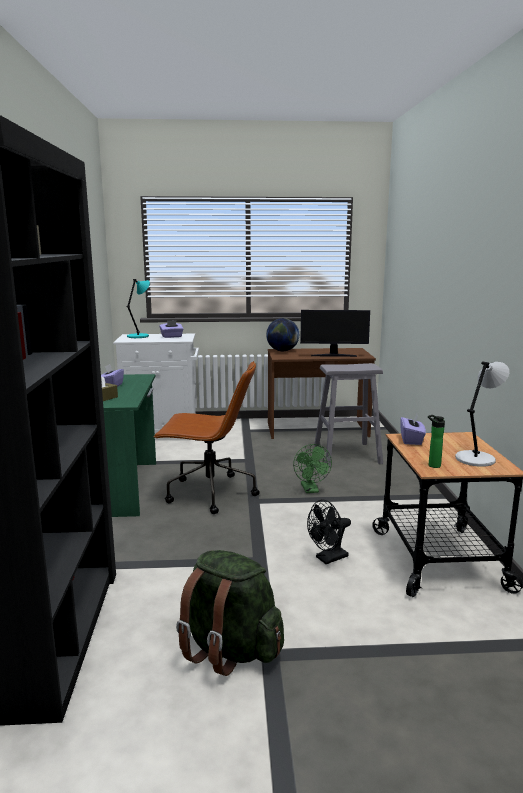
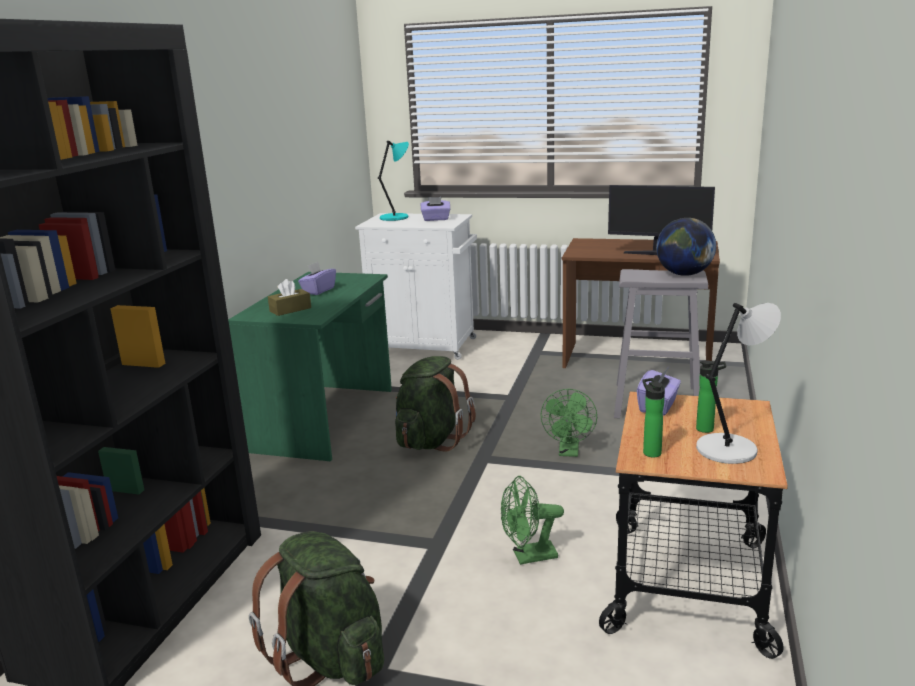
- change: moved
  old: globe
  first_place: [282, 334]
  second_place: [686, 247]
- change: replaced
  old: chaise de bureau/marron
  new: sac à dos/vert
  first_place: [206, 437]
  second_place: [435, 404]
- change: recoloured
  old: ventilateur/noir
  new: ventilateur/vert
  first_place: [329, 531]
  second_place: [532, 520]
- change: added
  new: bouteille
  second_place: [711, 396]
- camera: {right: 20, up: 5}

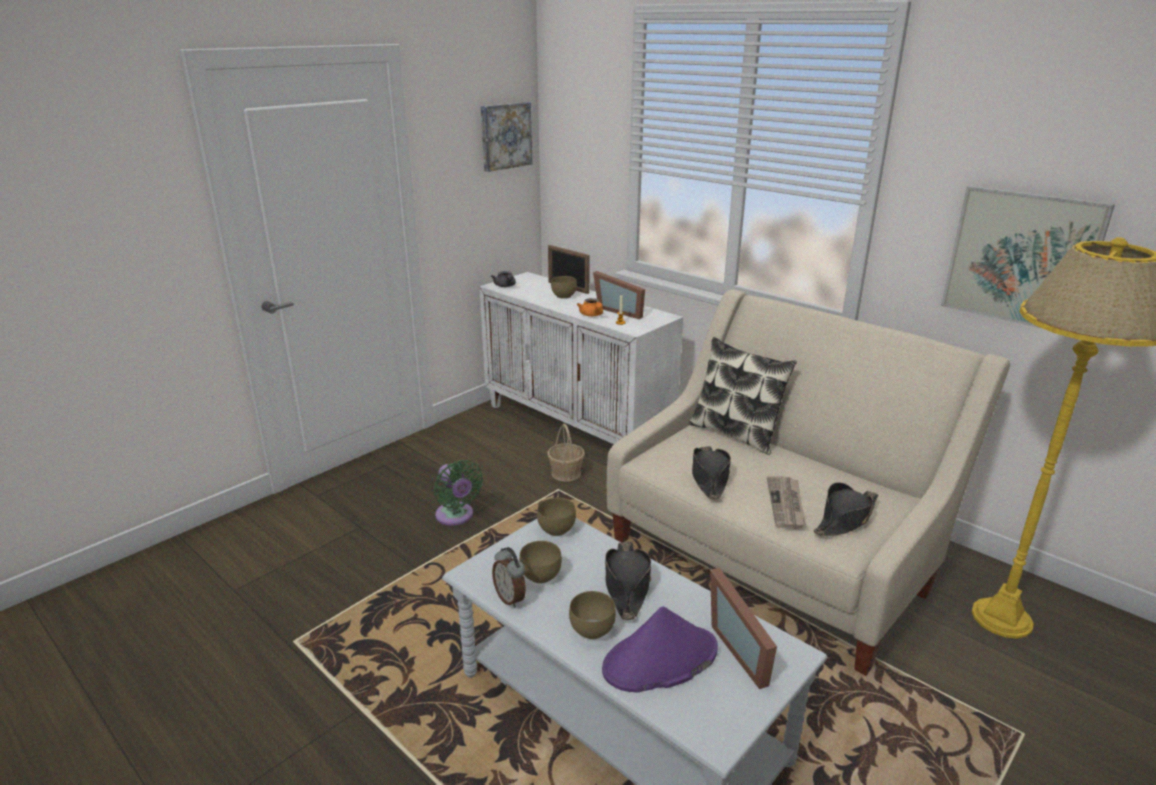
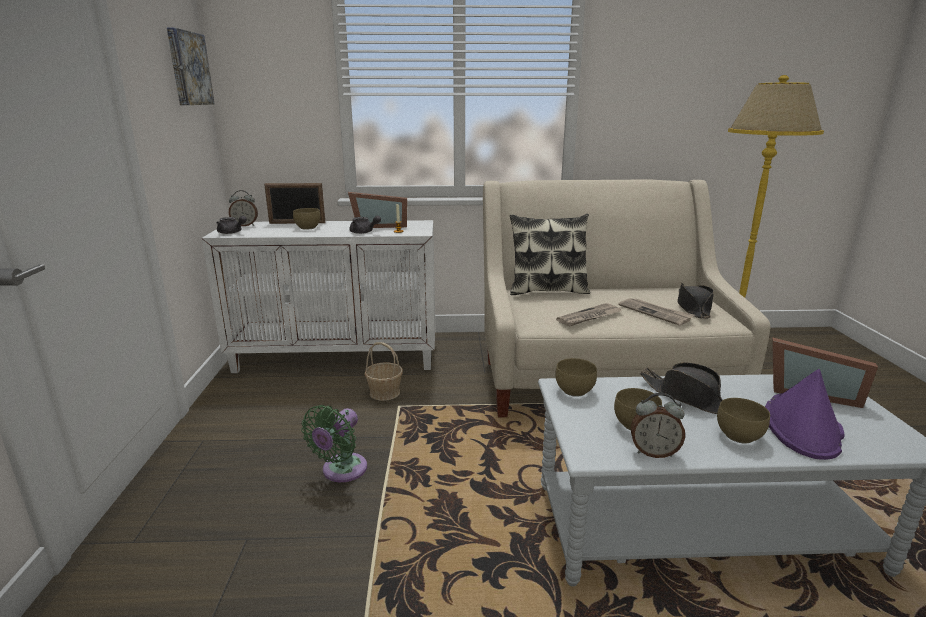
- change: removed
  old: tableau
  first_place: [1028, 257]
- change: recoloured
  old: théière/orange
  new: théière/gris
  first_place: [590, 307]
  second_place: [365, 225]
- change: replaced
  old: chapeau/noir
  new: journal
  first_place: [711, 472]
  second_place: [589, 314]
- change: turned
  old: ventilateur/vert
  first_place: [458, 493]
  second_place: [334, 443]
  degrees: 105
- change: added
  new: réveil
  second_place: [243, 208]
- camera: {right: -45, up: -5}

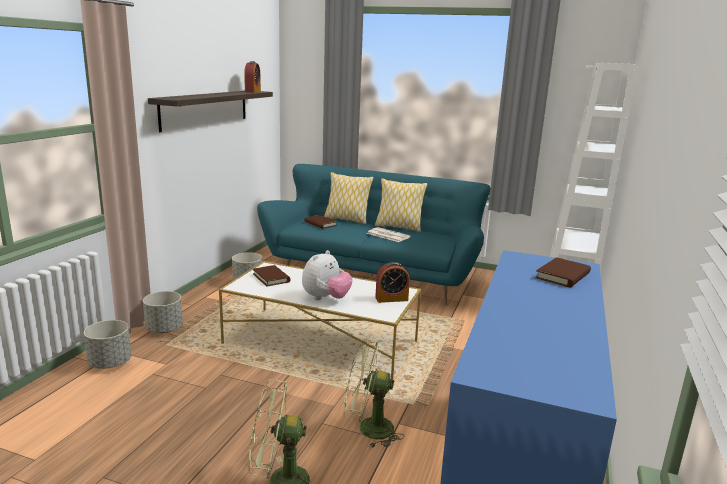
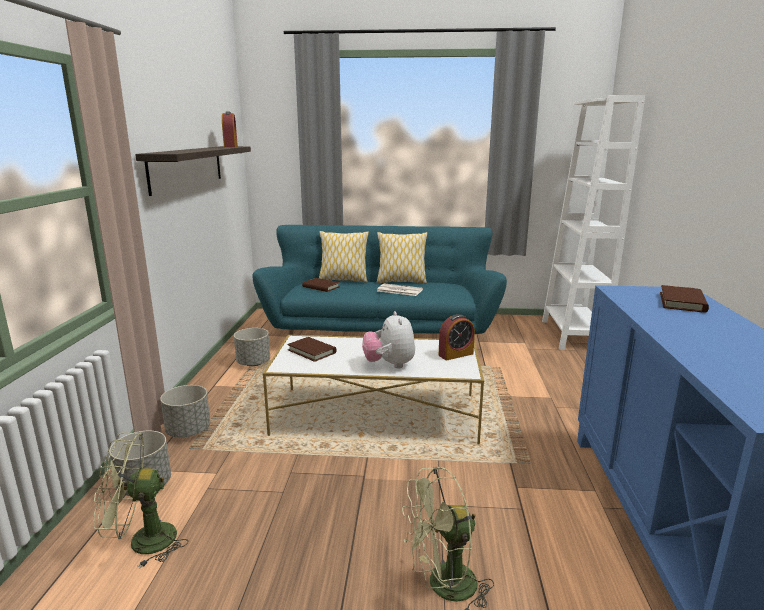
- change: turned
  old: peluche
  first_place: [327, 275]
  second_place: [388, 340]
  degrees: 150
- change: moved
  old: ventilateur/vert
  first_place: [374, 393]
  second_place: [140, 500]
- camera: {right: -15, up: 0}

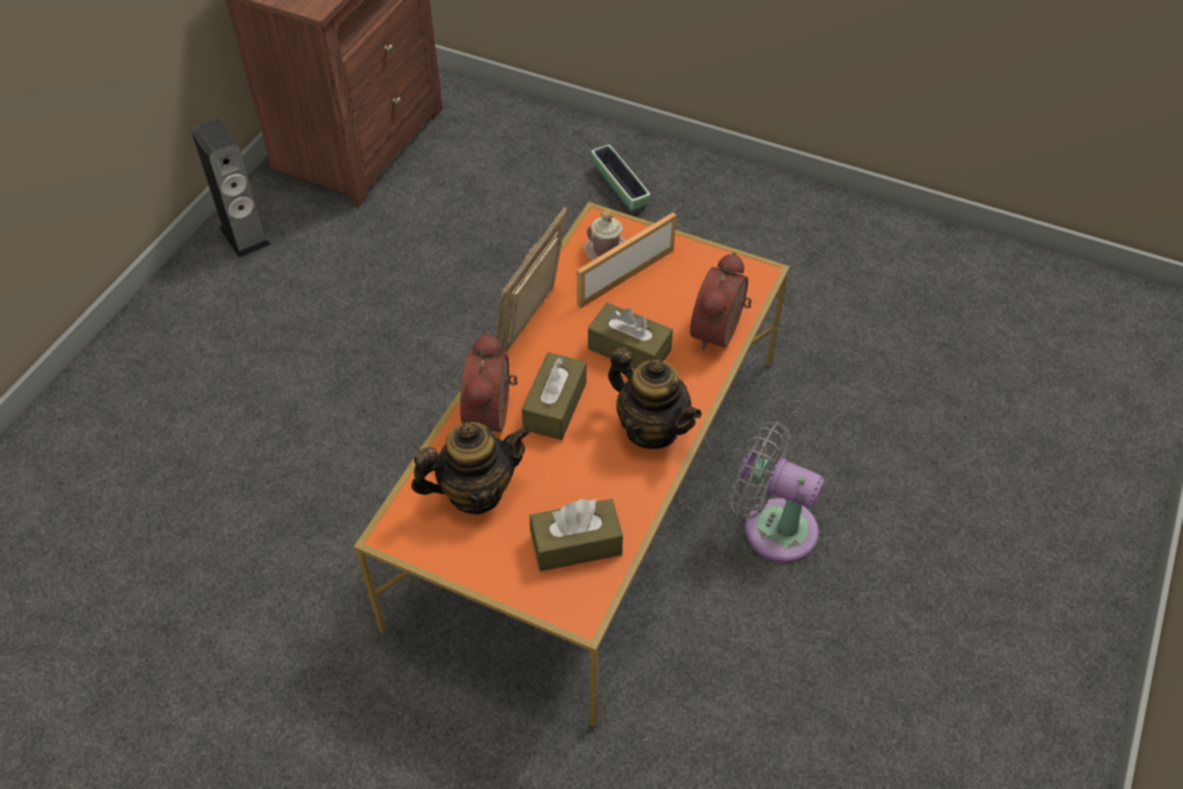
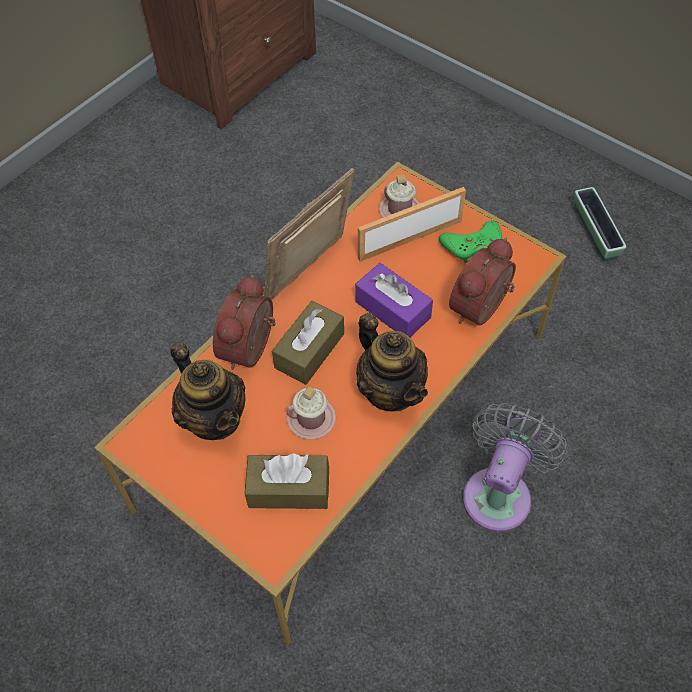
- change: removed
  old: enceinte
  first_place: [231, 188]
- change: moved
  old: cache-pot
  first_place: [620, 179]
  second_place: [600, 224]
- change: recoloured
  old: boîte à mouchoirs/marron
  new: boîte à mouchoirs/violet
  first_place: [630, 336]
  second_place: [394, 300]
- change: turned
  old: ventilateur/gris
  first_place: [778, 492]
  second_place: [515, 467]
  degrees: 75
- change: turned
  old: théière
  first_place: [470, 468]
  second_place: [208, 391]
  degrees: 60
- change: added
  new: manette/vert
  second_place: [470, 242]
- change: added
  new: mug/rose
  second_place: [311, 413]
- camera: {right: 15, up: 5}

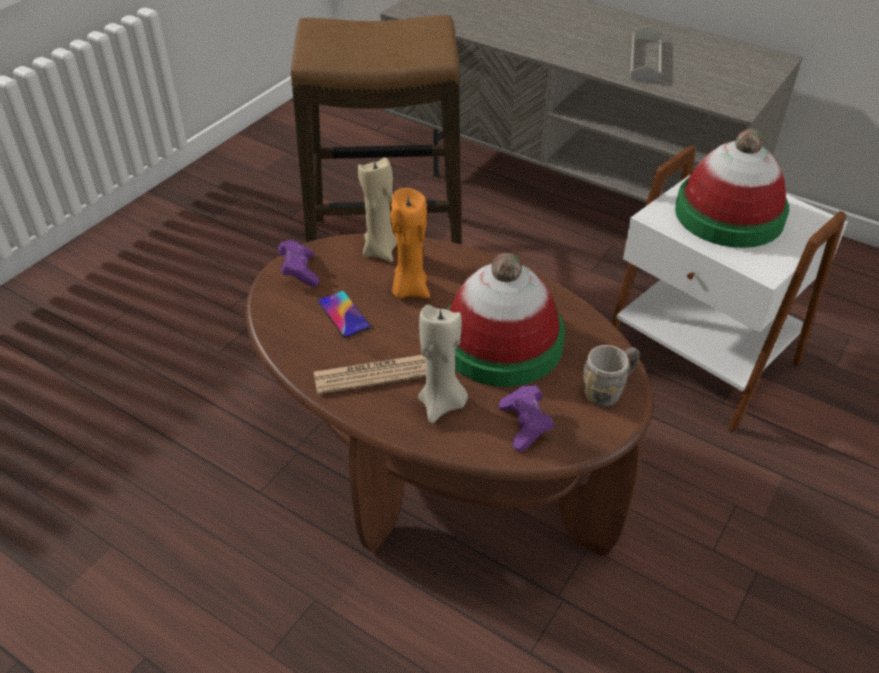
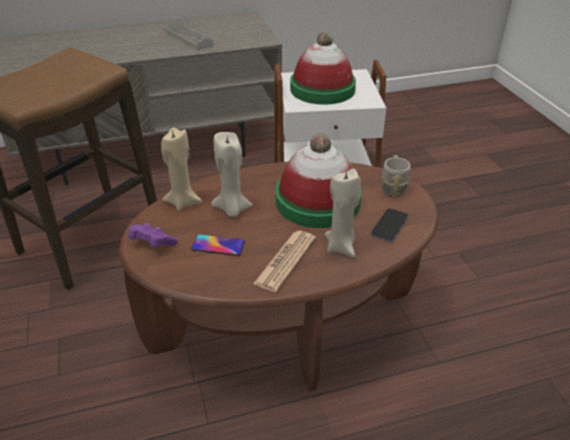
- change: recoloured
  old: bougie/orange
  new: bougie/beige
  first_place: [410, 243]
  second_place: [232, 174]
- change: replaced
  old: manette/violet
  new: téléphone
  first_place: [526, 418]
  second_place: [389, 225]
- camera: {right: -50, up: -5}

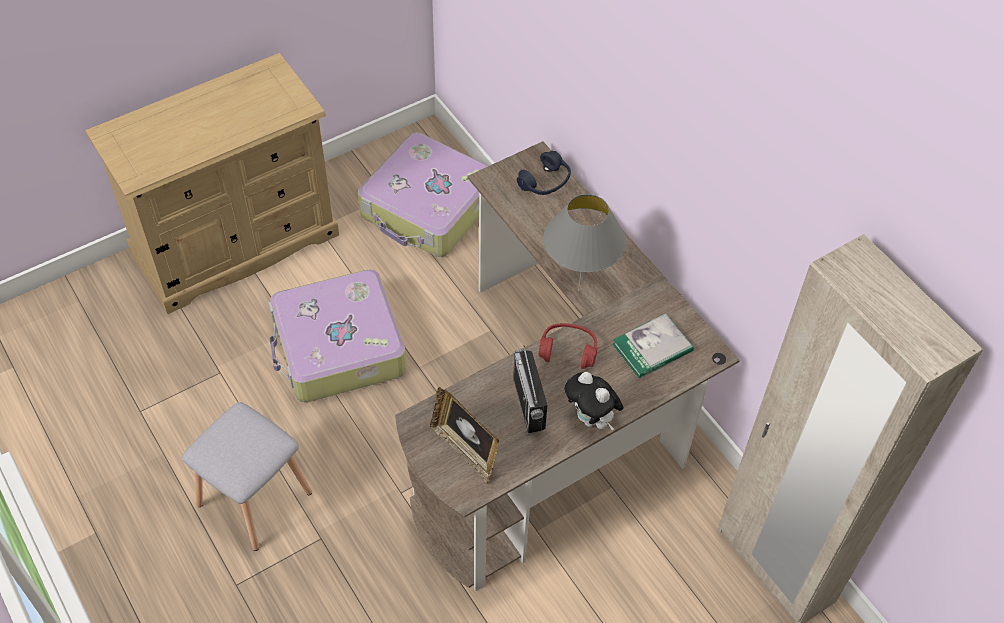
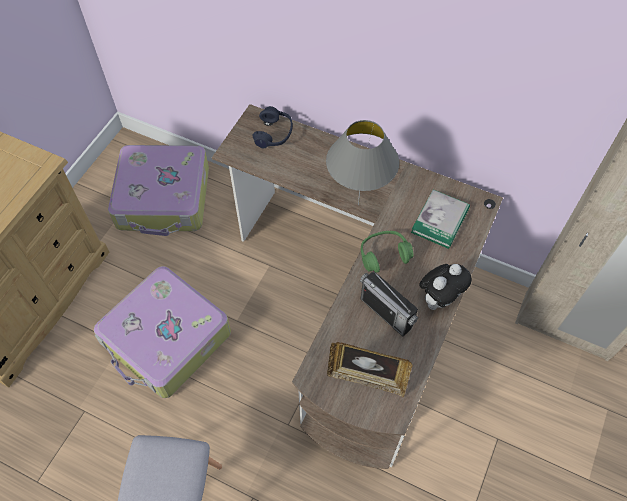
- change: recoloured
  old: casque audio/rouge
  new: casque audio/vert
  first_place: [567, 346]
  second_place: [387, 252]
- change: turned
  old: peluche
  first_place: [594, 401]
  second_place: [445, 287]
  degrees: -60
- camera: {right: -30, up: 5}

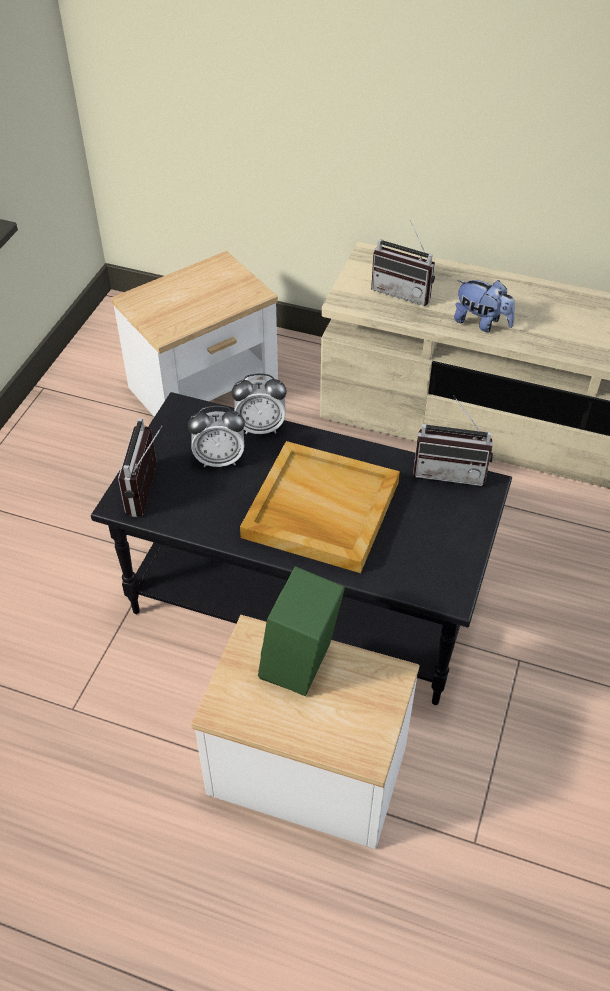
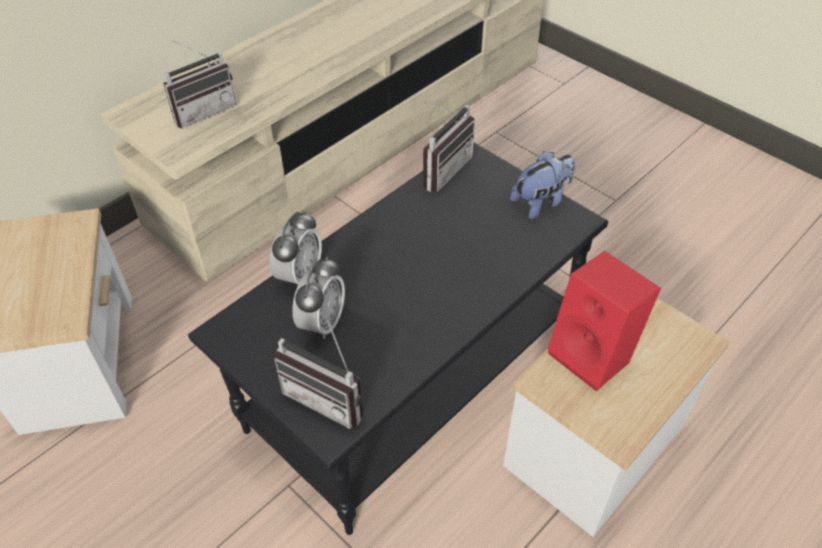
- change: moved
  old: peluche
  first_place: [484, 306]
  second_place: [542, 185]
- change: removed
  old: plateau/beige
  first_place: [320, 507]
- change: recoloured
  old: enceinte/vert
  new: enceinte/rouge
  first_place: [301, 631]
  second_place: [604, 321]
- camera: {right: -65, up: 0}

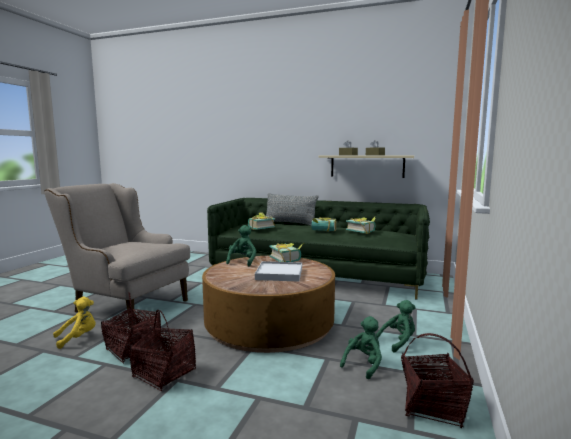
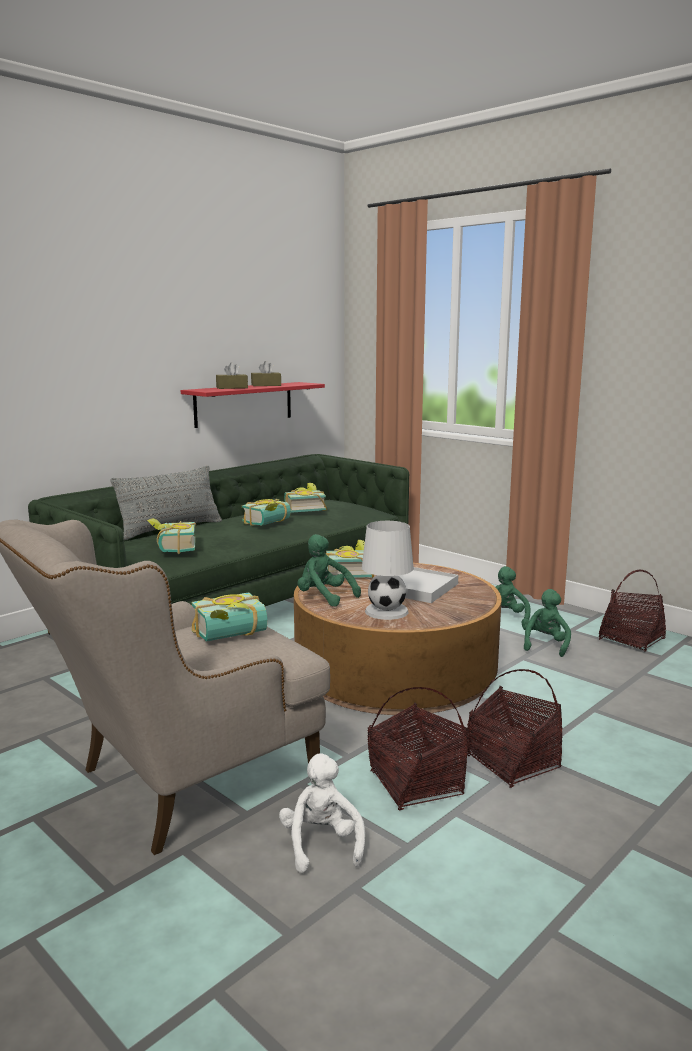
- change: recoloured
  old: étagère/beige
  new: étagère/rouge
  first_place: [366, 166]
  second_place: [253, 405]
- change: recoloured
  old: peluche/jaune
  new: peluche/blanc
  first_place: [74, 323]
  second_place: [322, 813]
- change: turned
  old: peluche/vert
  first_place: [361, 347]
  second_place: [546, 623]
  degrees: 45
- change: added
  new: lampe de table/blanc
  second_place: [388, 570]
- change: added
  new: livre
  second_place: [229, 617]
- camera: {right: -65, up: 5}

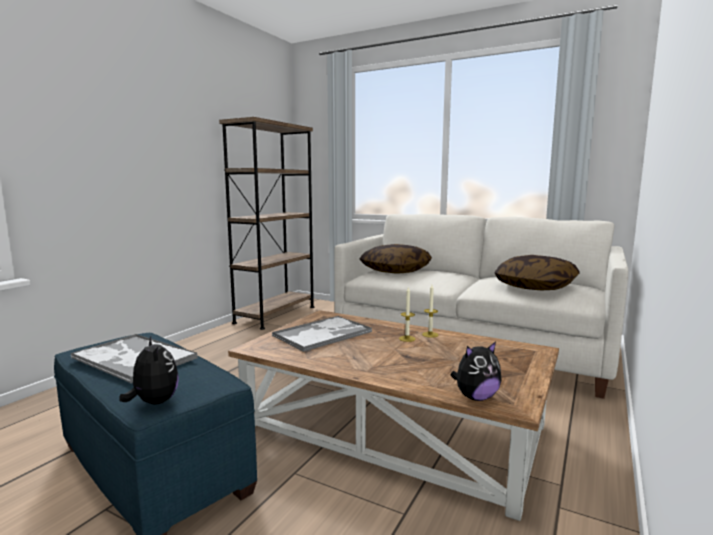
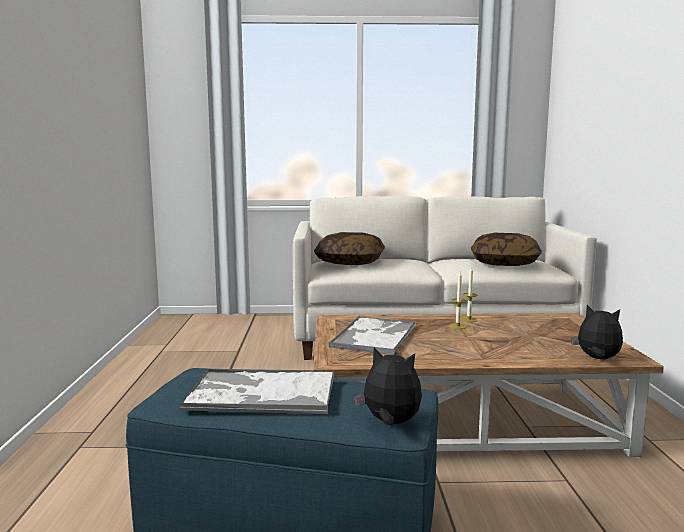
- change: removed
  old: bibliothèque/marron
  first_place: [267, 223]
- change: turned
  old: peluche
  first_place: [475, 371]
  second_place: [597, 332]
  degrees: -90
- camera: {right: -30, up: 0}

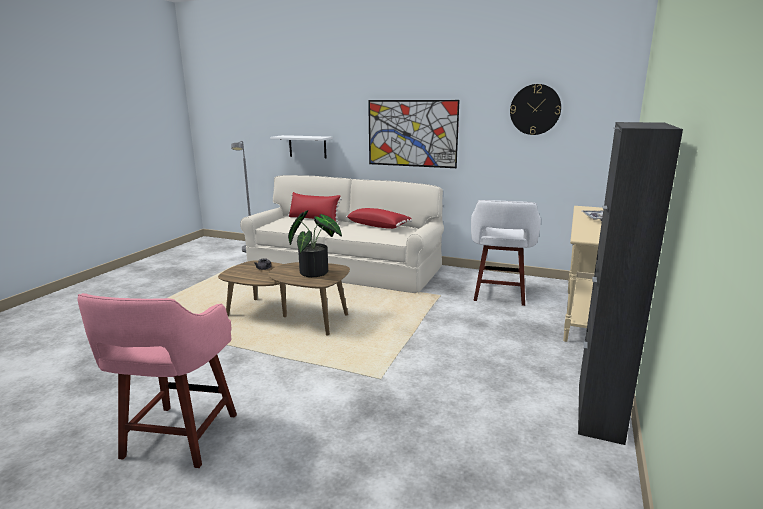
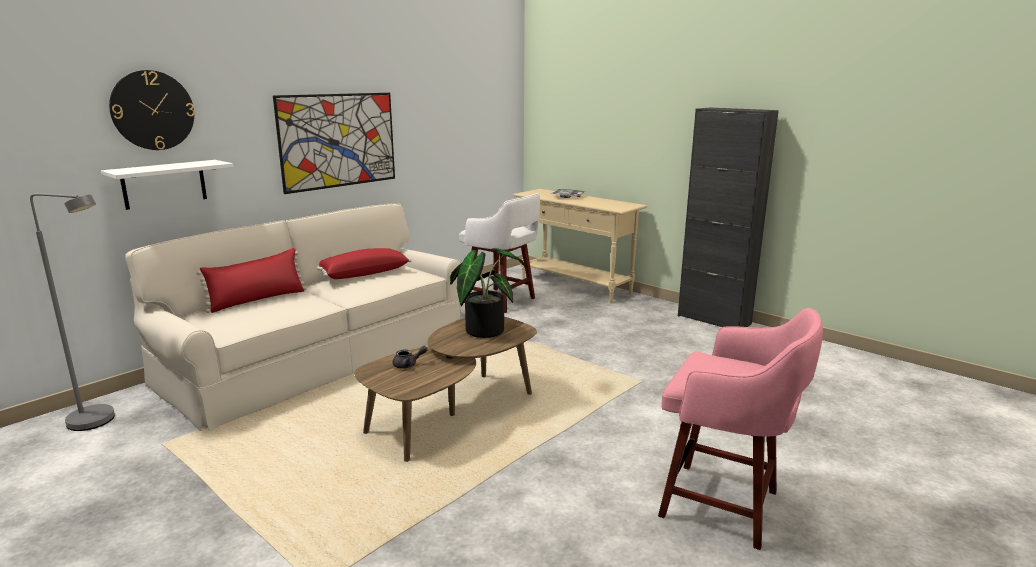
- change: moved
  old: horloge murale
  first_place: [535, 109]
  second_place: [152, 110]
- camera: {right: -70, up: 0}

